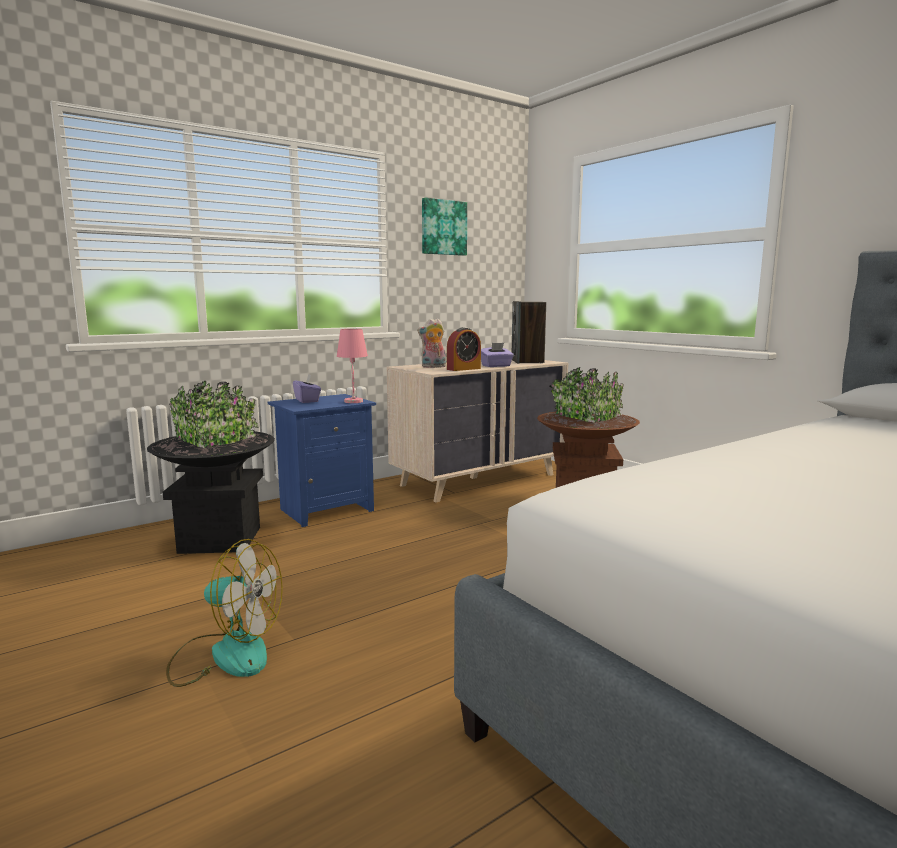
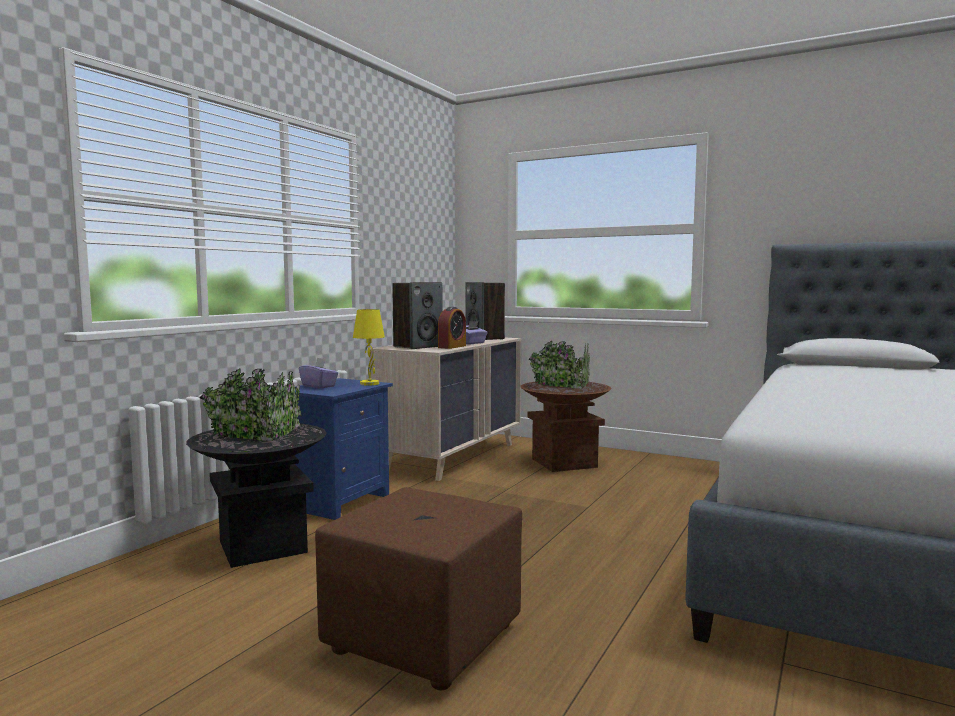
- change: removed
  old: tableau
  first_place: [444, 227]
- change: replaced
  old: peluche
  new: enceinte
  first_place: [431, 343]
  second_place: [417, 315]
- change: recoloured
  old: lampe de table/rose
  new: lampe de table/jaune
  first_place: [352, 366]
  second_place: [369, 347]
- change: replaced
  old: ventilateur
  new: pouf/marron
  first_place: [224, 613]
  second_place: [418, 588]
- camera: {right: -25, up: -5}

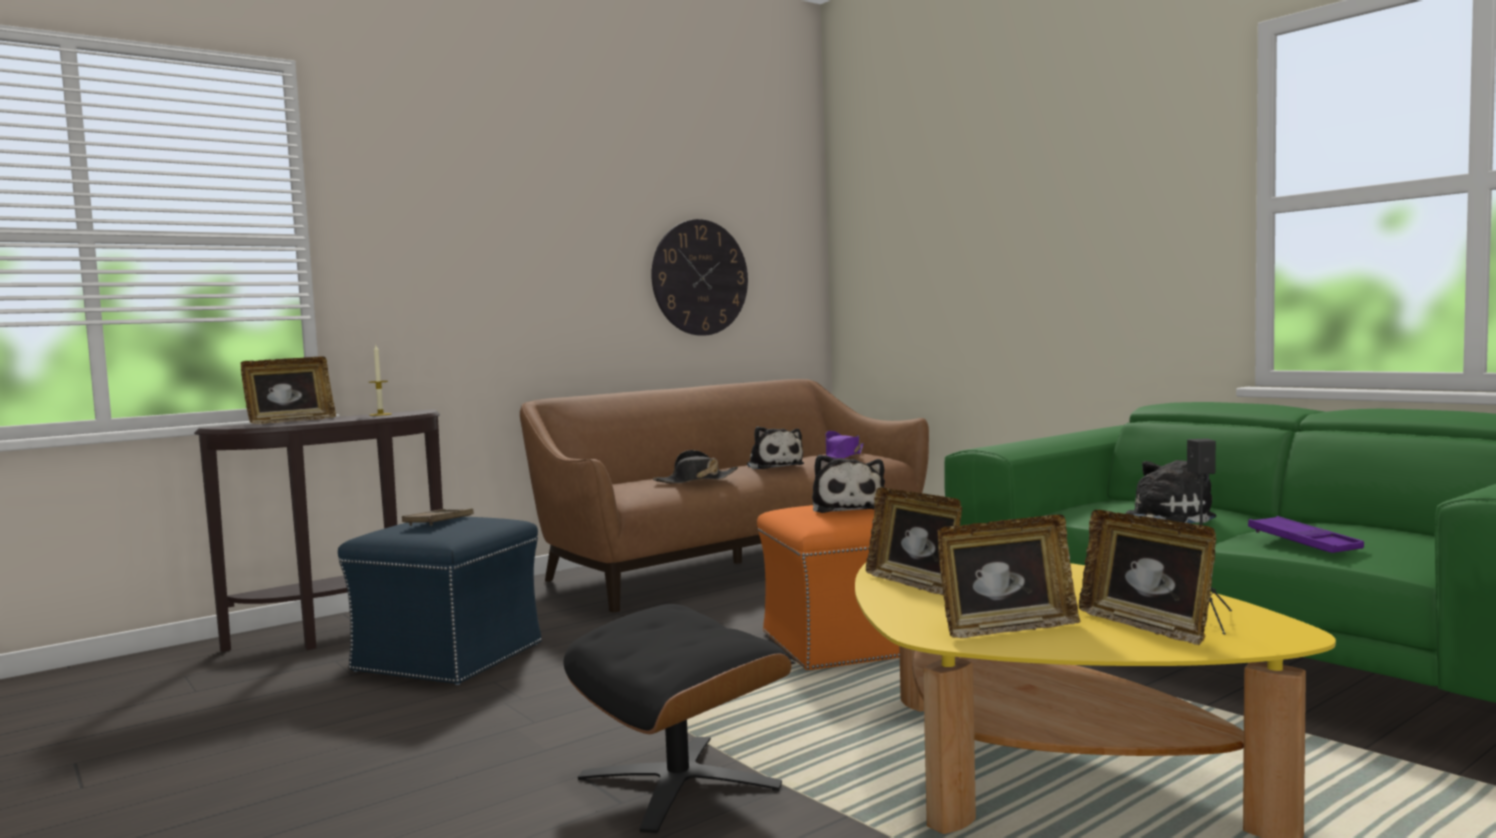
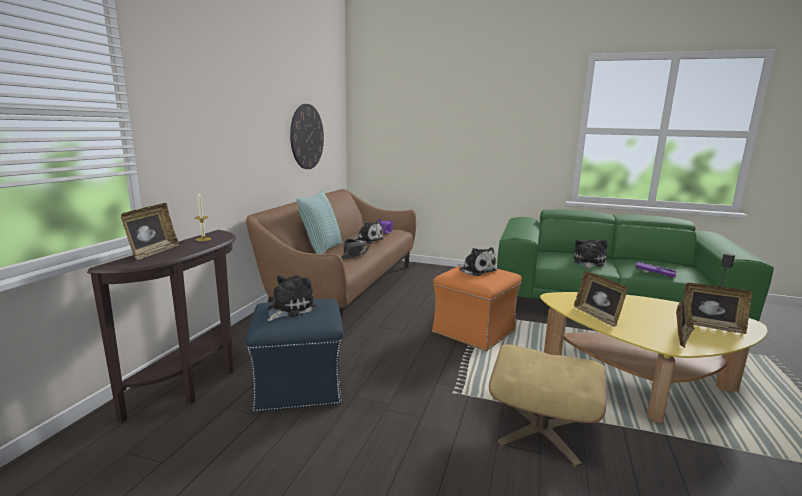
- change: turned
  old: cadre photo
  first_place: [914, 541]
  second_place: [600, 299]
  degrees: 45
- change: replaced
  old: plateau/marron
  new: peluche
  first_place: [438, 517]
  second_place: [291, 298]
- change: recoloured
  old: pouf/noir
  new: pouf/beige
  first_place: [678, 718]
  second_place: [547, 405]
- change: added
  new: coussin
  second_place: [319, 222]
- camera: {right: -35, up: 10}

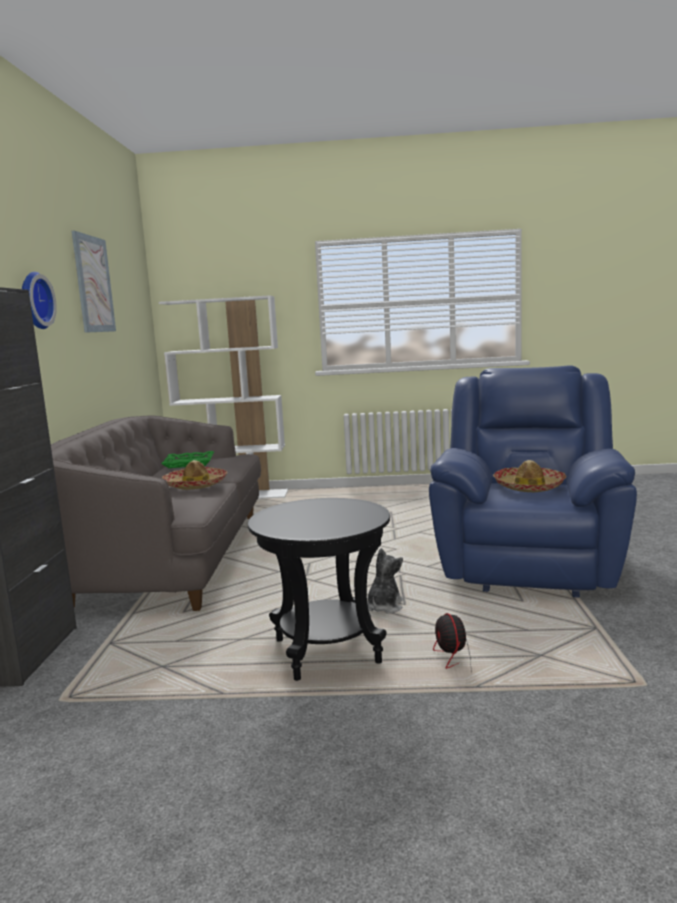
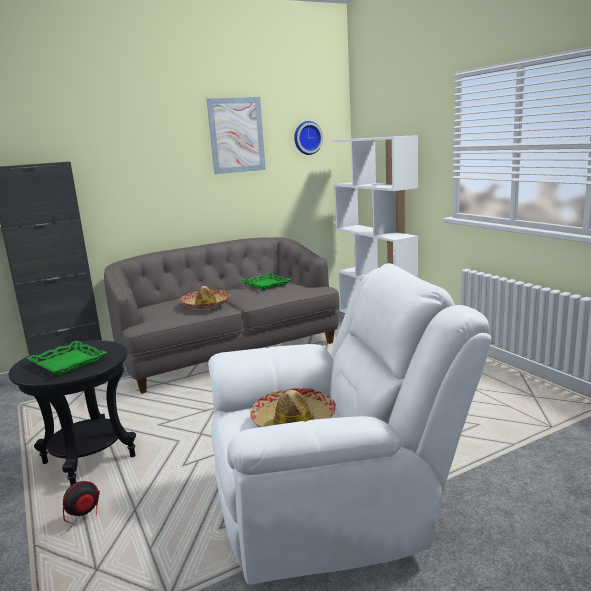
- change: moved
  old: horloge murale
  first_place: [39, 300]
  second_place: [308, 138]
- change: recoloured
  old: fauteuil/bleu
  new: fauteuil/blanc
  first_place: [533, 481]
  second_place: [350, 424]
- change: removed
  old: peluche
  first_place: [385, 581]
- change: added
  new: plateau/vert
  second_place: [67, 358]
- camera: {right: 60, up: 5}

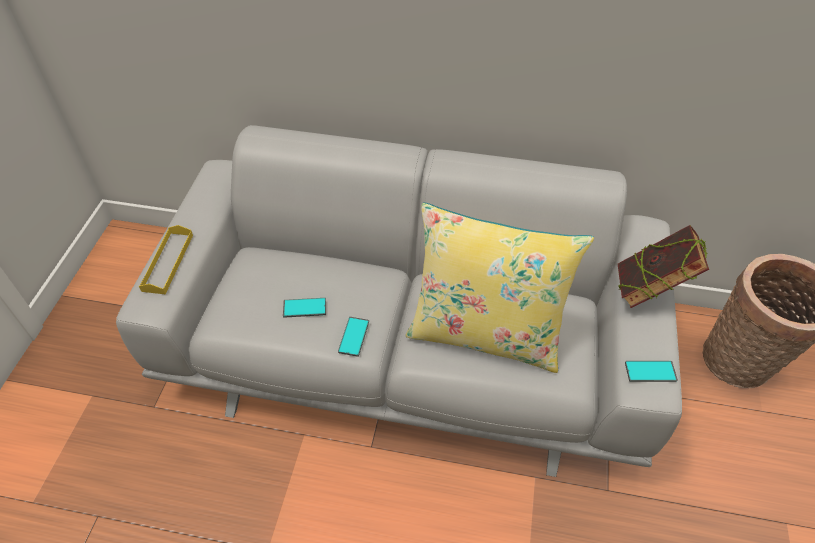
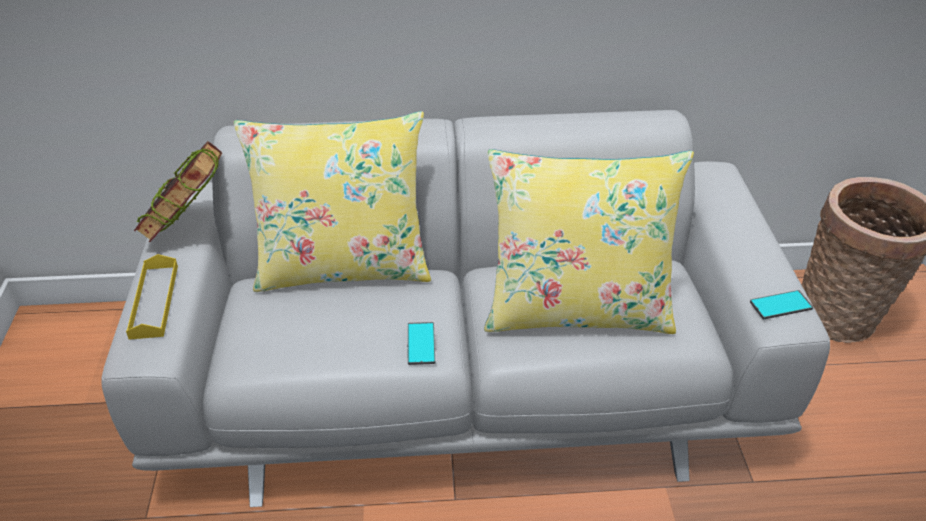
- change: moved
  old: livre
  first_place: [663, 266]
  second_place: [178, 191]
- change: removed
  old: téléphone
  first_place: [304, 308]
- change: added
  new: coussin/jaune
  second_place: [332, 201]
- camera: {right: -15, up: -10}

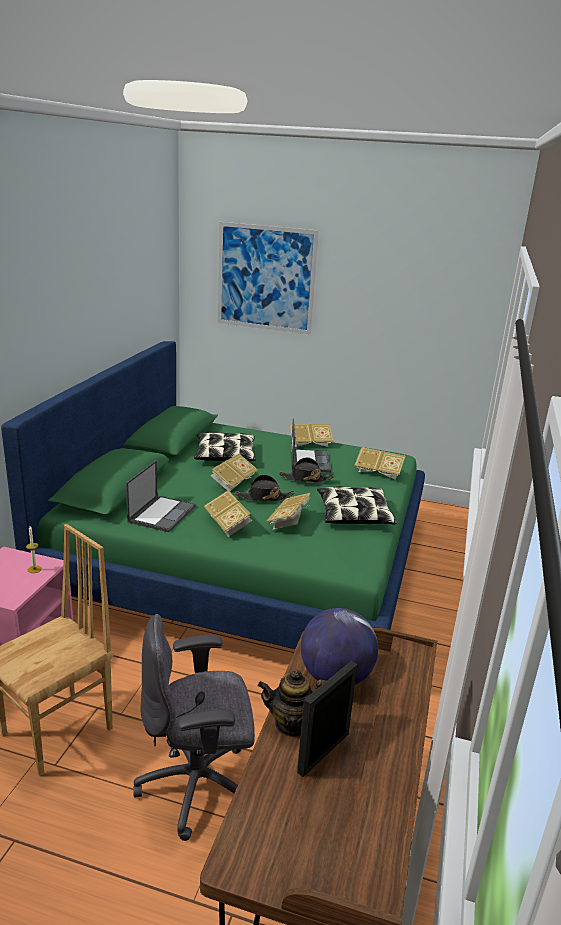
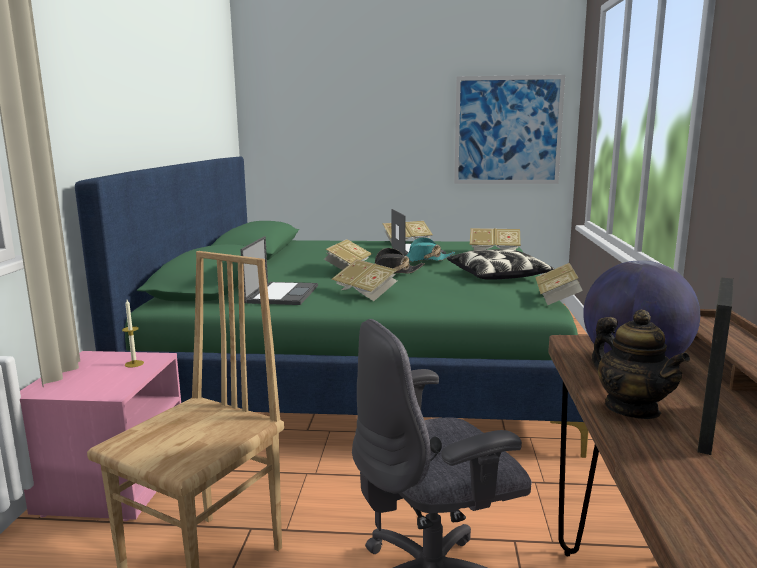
- change: moved
  old: tableau
  first_place: [268, 278]
  second_place: [509, 129]
- change: removed
  old: coussin
  first_place: [225, 446]
- change: recoloured
  old: chapeau/noir
  new: chapeau/turquoise
  first_place: [307, 470]
  second_place: [431, 249]
- change: moved
  old: livre
  first_place: [288, 511]
  second_place: [559, 284]
- change: turned
  old: théière
  first_place: [291, 703]
  second_place: [641, 364]
  degrees: -105
- camera: {right: -10, up: -10}

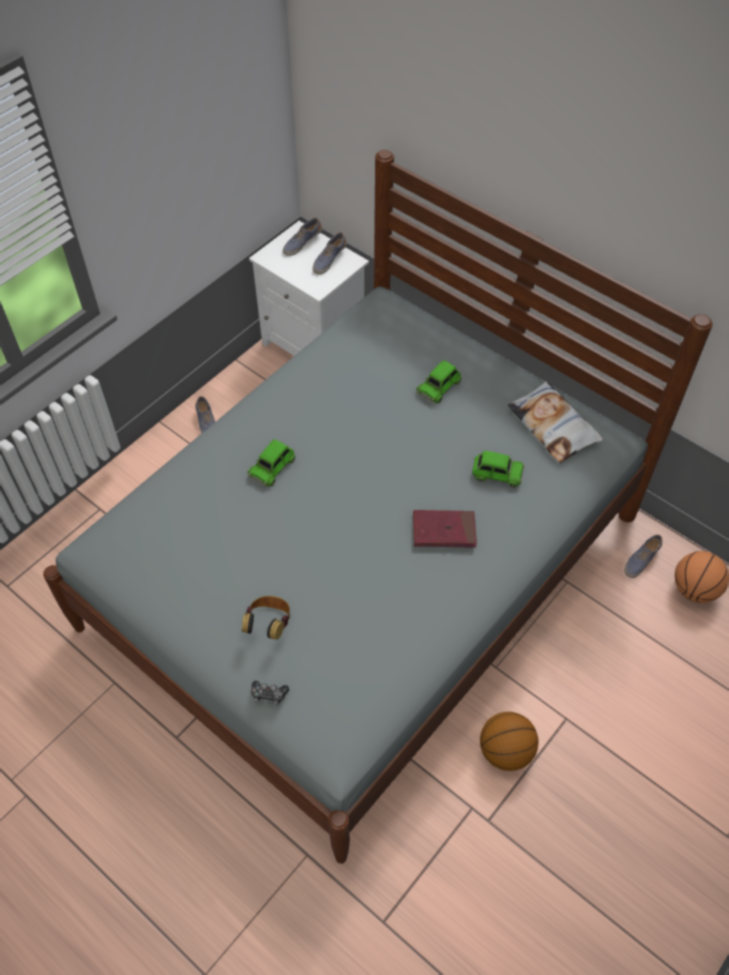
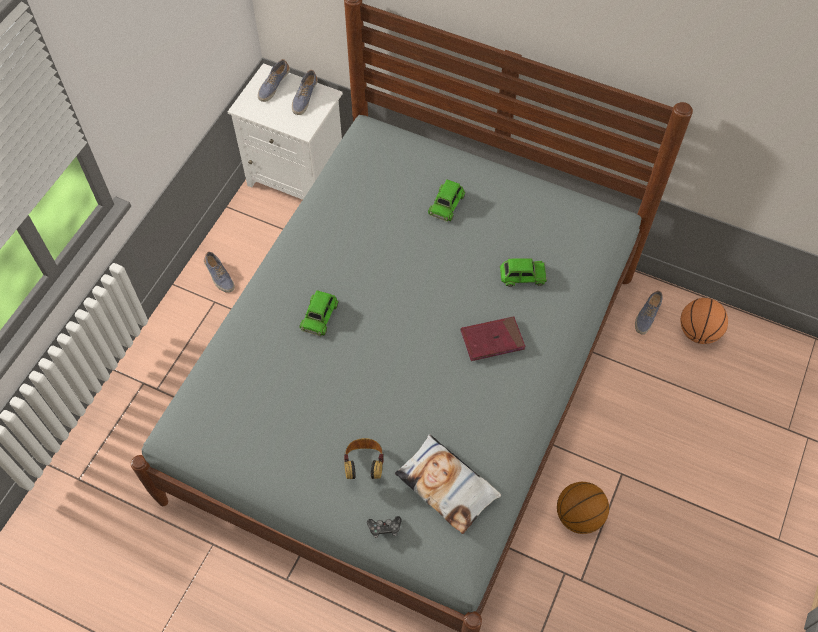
- change: moved
  old: coussin
  first_place: [555, 422]
  second_place: [448, 484]
- camera: {right: -15, up: 5}

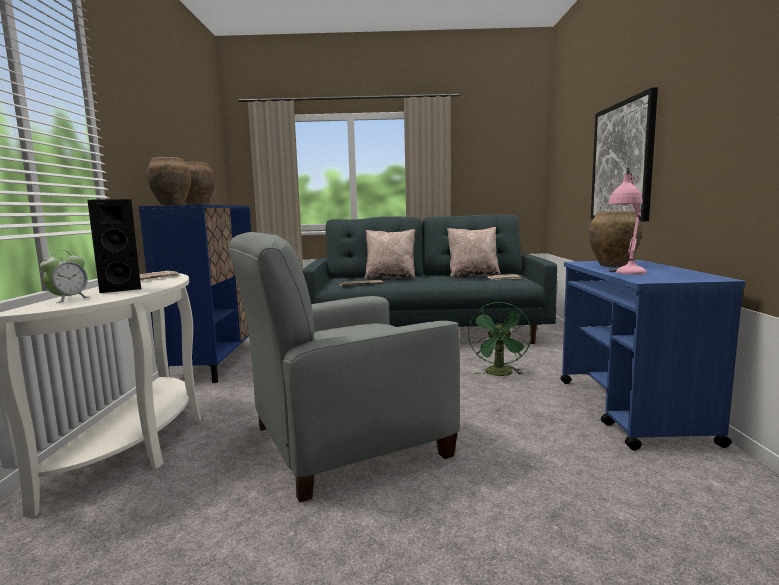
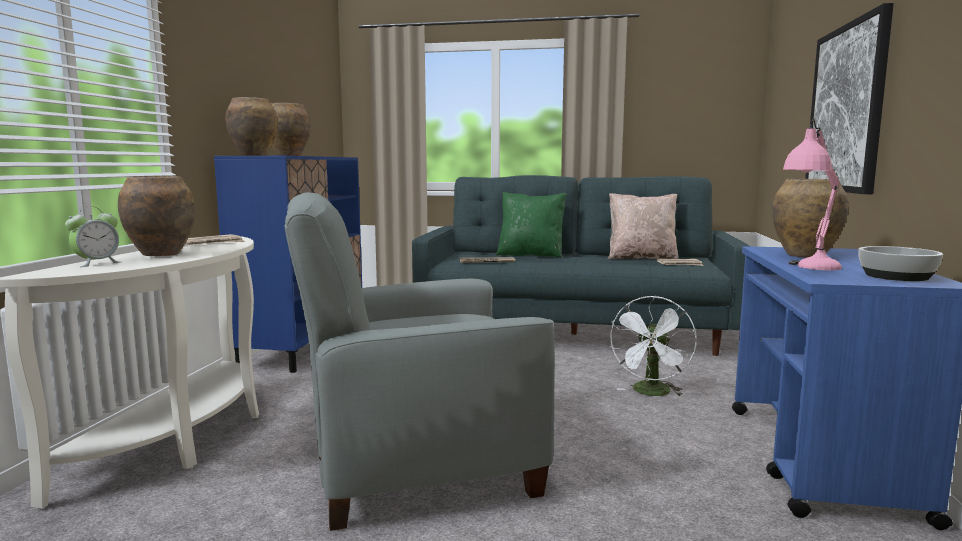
- change: replaced
  old: enceinte/noir
  new: vase/marron
  first_place: [114, 246]
  second_place: [156, 216]
- change: recoloured
  old: coussin/beige
  new: coussin/vert
  first_place: [389, 254]
  second_place: [531, 225]
- change: recoloured
  old: ventilateur/vert
  new: ventilateur/blanc
  first_place: [500, 339]
  second_place: [653, 346]
- change: added
  new: bol
  second_place: [900, 263]
- camera: {right: 10, up: 0}

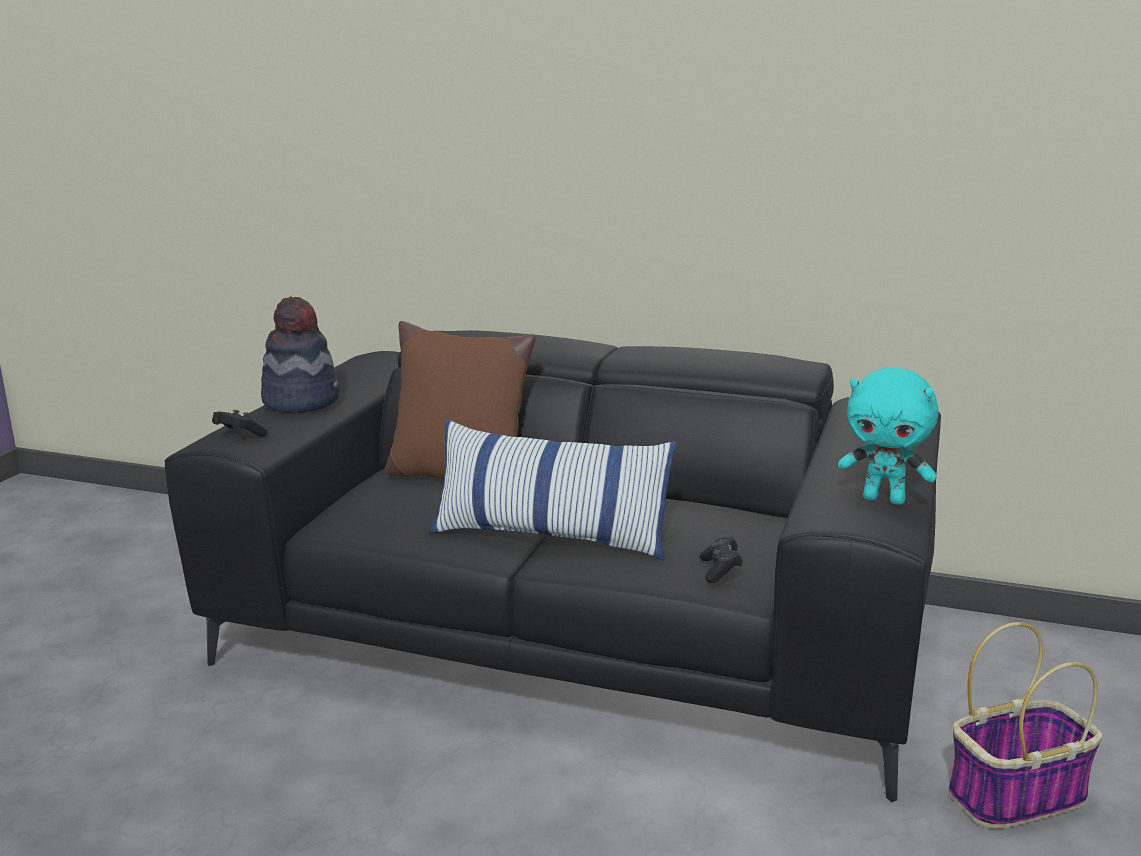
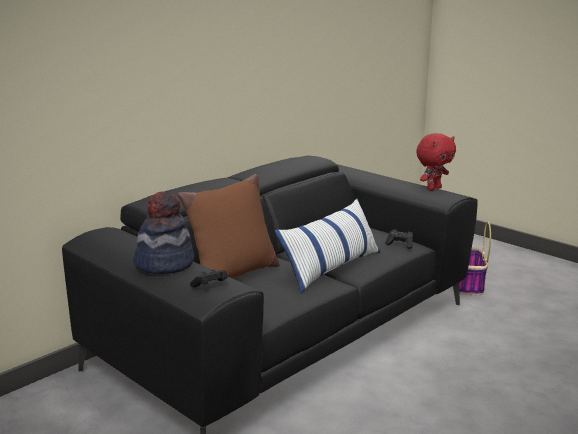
- change: recoloured
  old: peluche/turquoise
  new: peluche/rouge
  first_place: [888, 436]
  second_place: [436, 162]
- camera: {right: -65, up: 0}

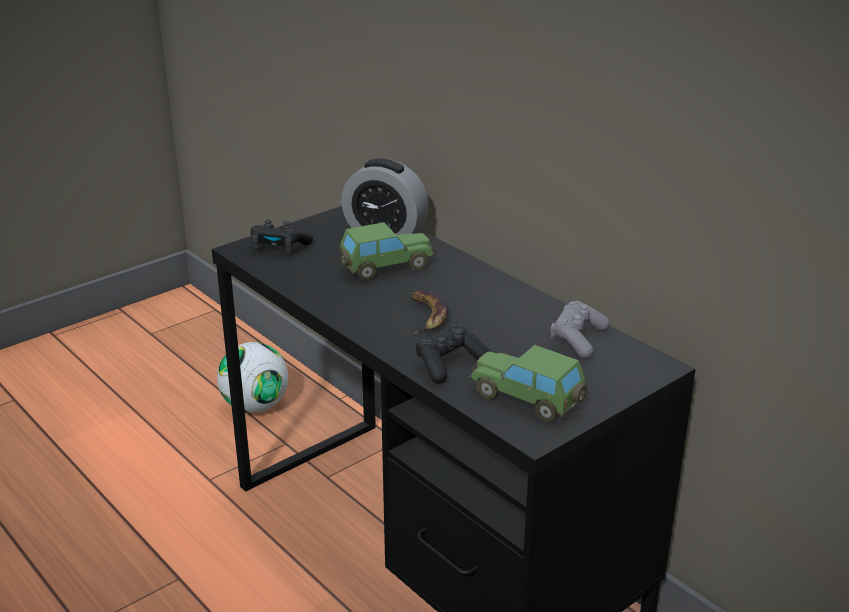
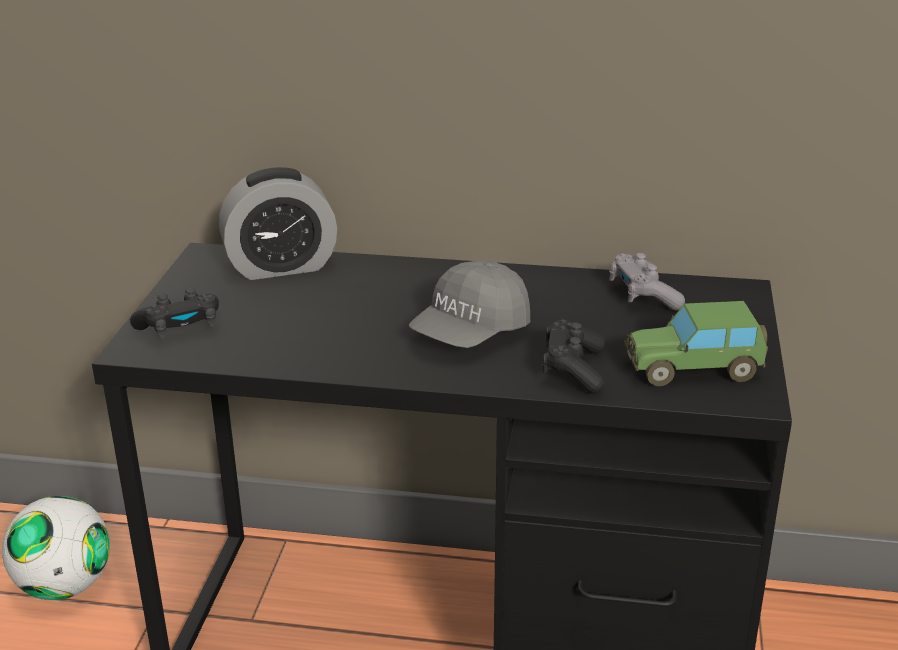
- change: removed
  old: petite voiture
  first_place: [386, 251]
- change: replaced
  old: banane
  new: casquette/gris
  first_place: [429, 312]
  second_place: [469, 304]
- camera: {right: -40, up: 0}

